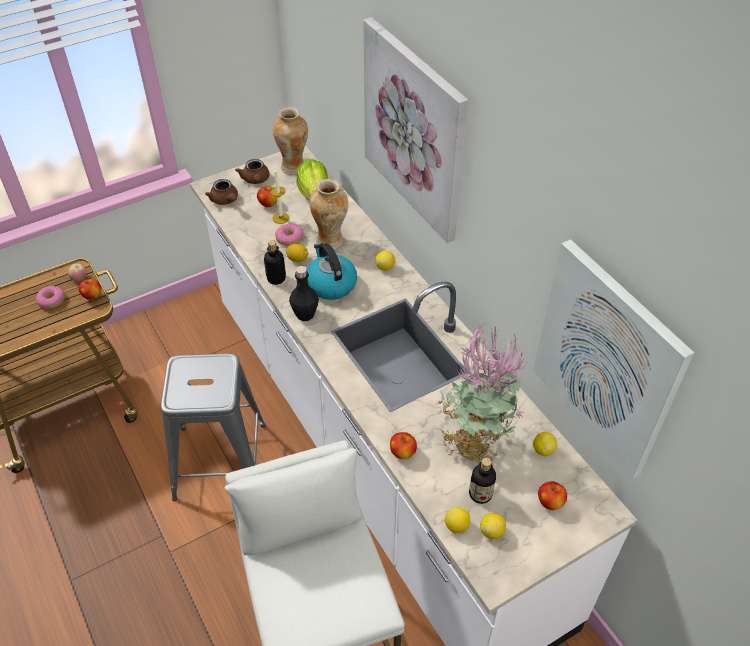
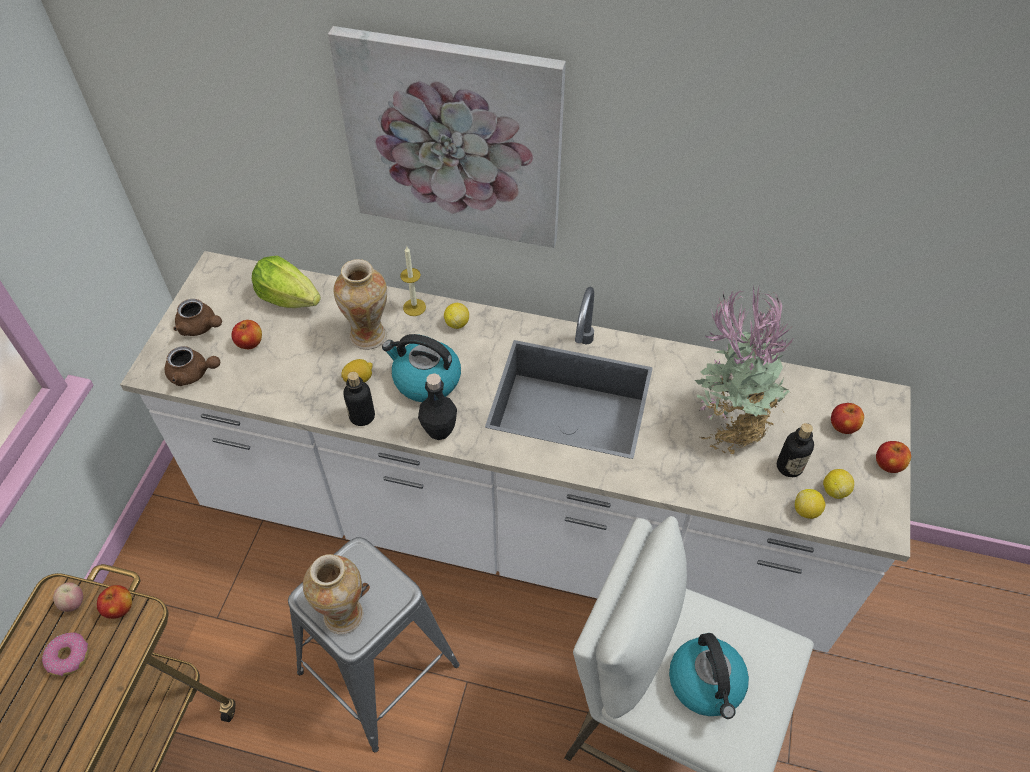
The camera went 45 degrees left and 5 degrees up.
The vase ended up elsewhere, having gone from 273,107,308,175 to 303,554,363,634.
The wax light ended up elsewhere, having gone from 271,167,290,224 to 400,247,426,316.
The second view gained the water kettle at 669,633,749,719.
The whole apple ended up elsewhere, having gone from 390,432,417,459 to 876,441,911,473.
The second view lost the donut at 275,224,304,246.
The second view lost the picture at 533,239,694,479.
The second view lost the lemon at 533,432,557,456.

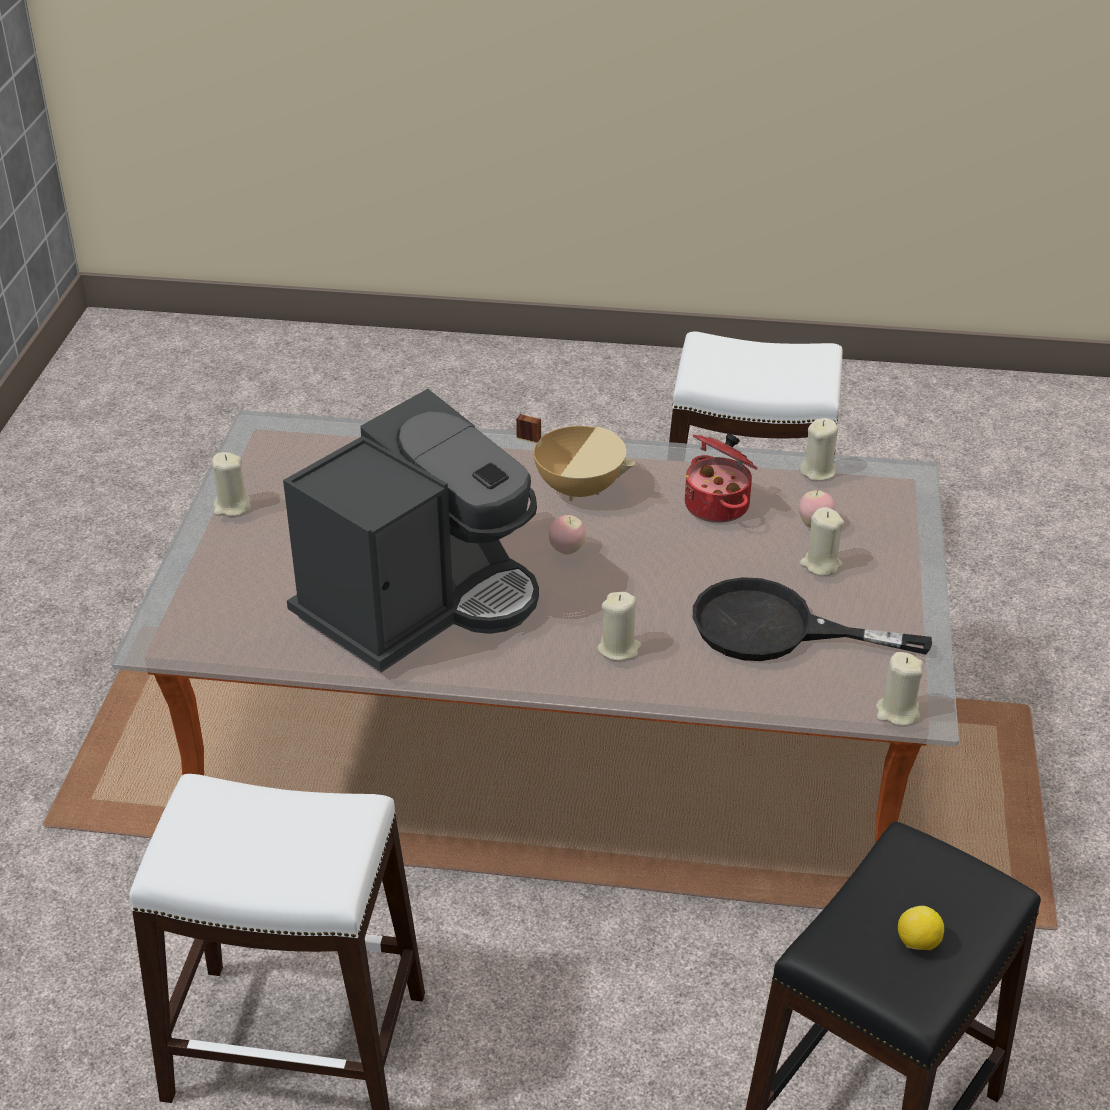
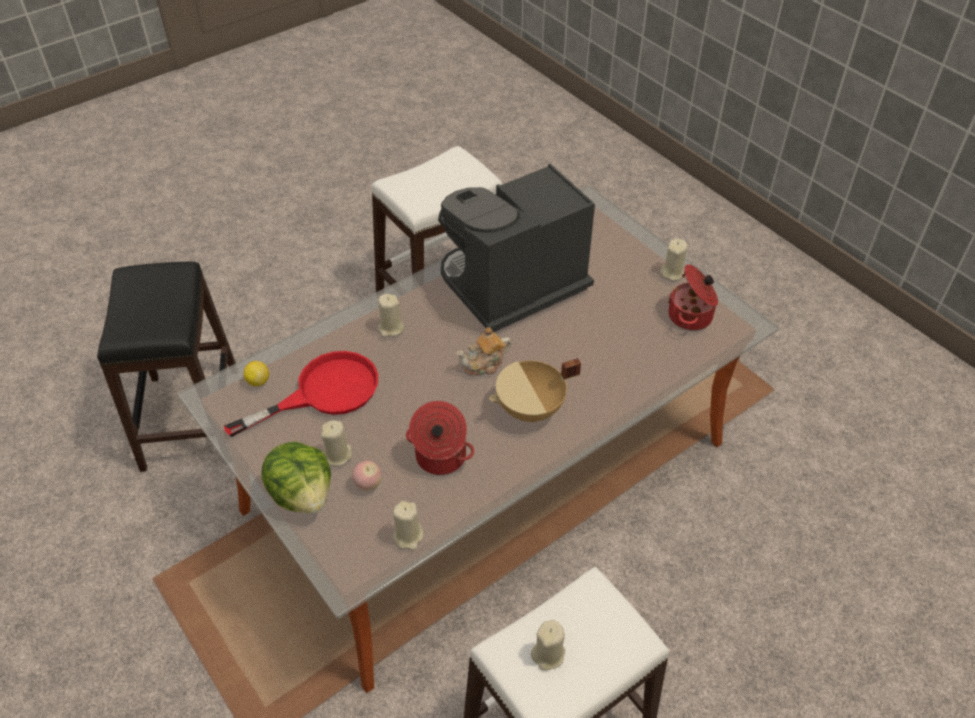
The camera went 135 degrees right and 10 degrees up.
What was the black frying pan at 693,577,932,661 turned into the red frying pan at 224,351,378,437.
The lemon ended up elsewhere, having gone from 898,906,944,950 to 244,361,269,386.
The second view gained the lettuce at 262,441,331,513.
The coffee machine at 283,389,539,673 ended up facing another way, 60 degrees clockwise from before.
Where the whole apple stood at 548,515,586,554, the pot for tea came to stand at 456,327,511,375.
The beige wax light ended up elsewhere, having gone from 876,652,923,726 to 531,620,565,670.
The second view gained the saucepot at 668,264,718,331.

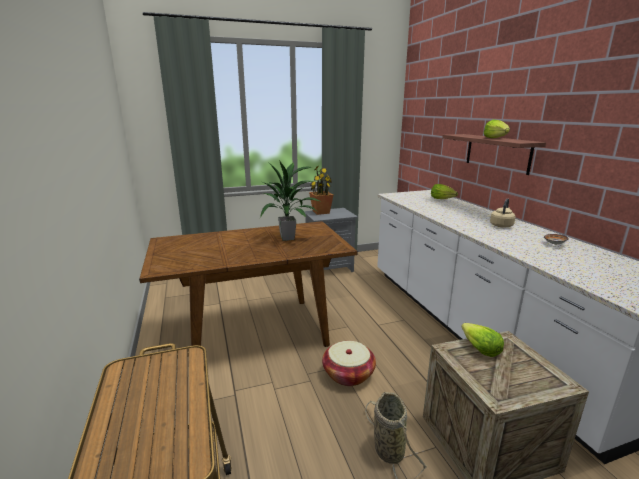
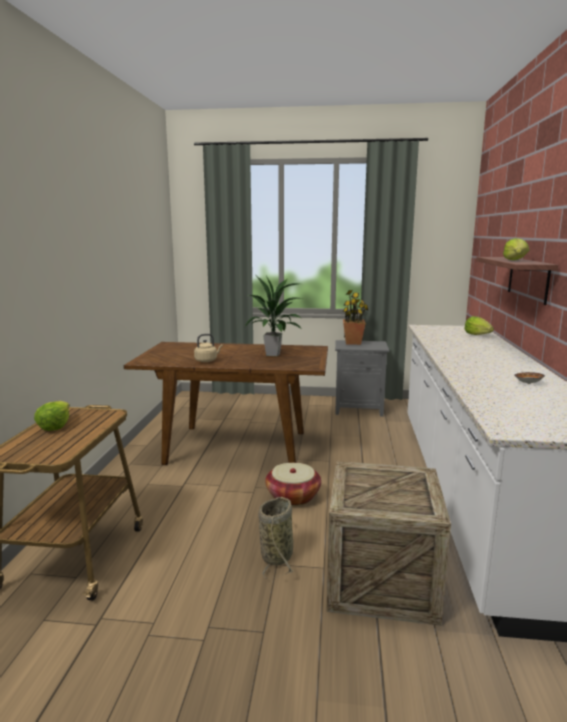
The camera went 25 degrees right and 5 degrees down.
The lettuce ended up elsewhere, having gone from 461,323,504,357 to 34,401,70,431.
The beige water kettle ended up elsewhere, having gone from 490,199,516,228 to 194,334,223,362.

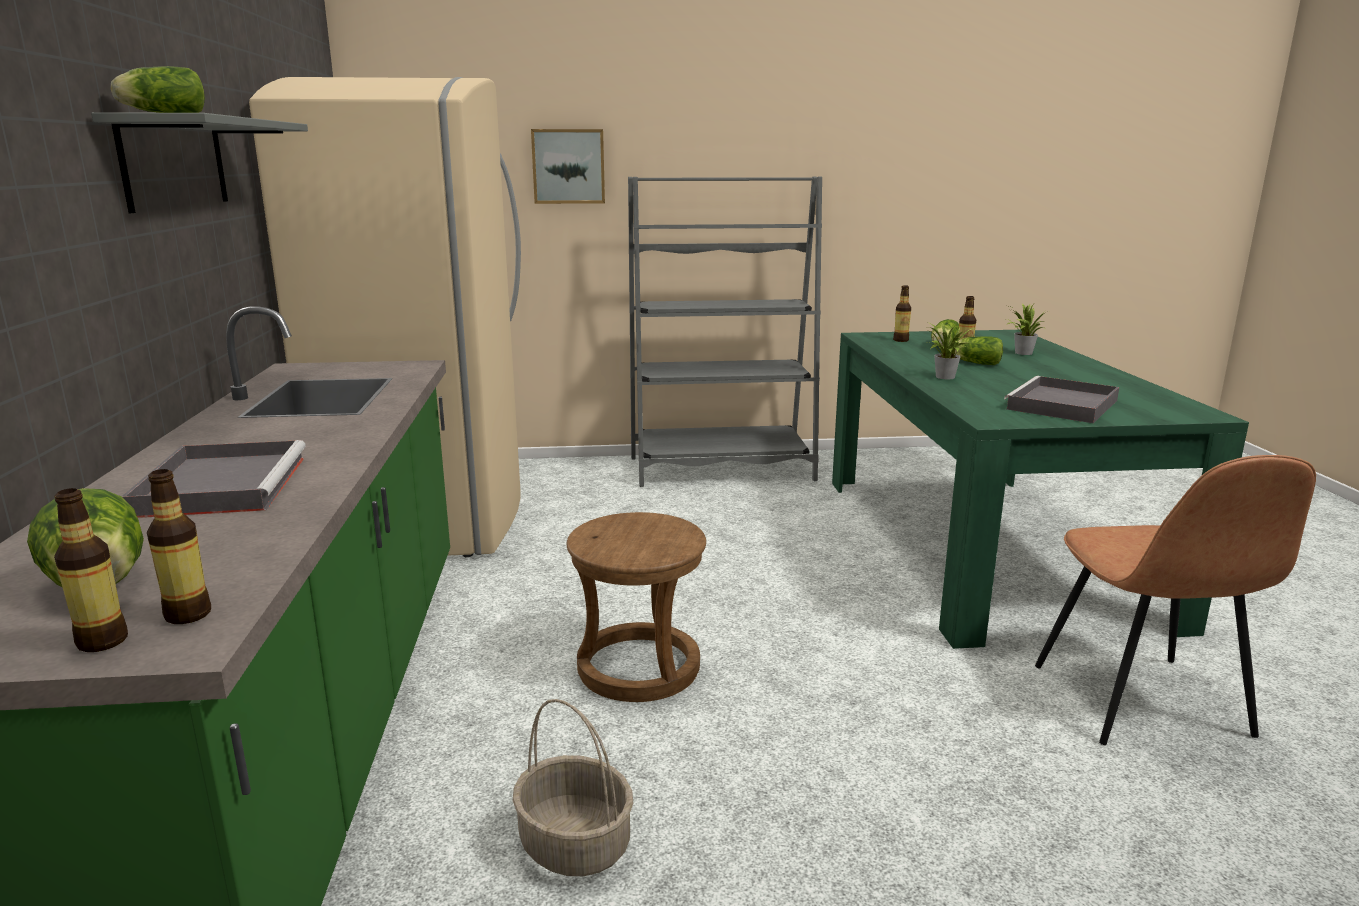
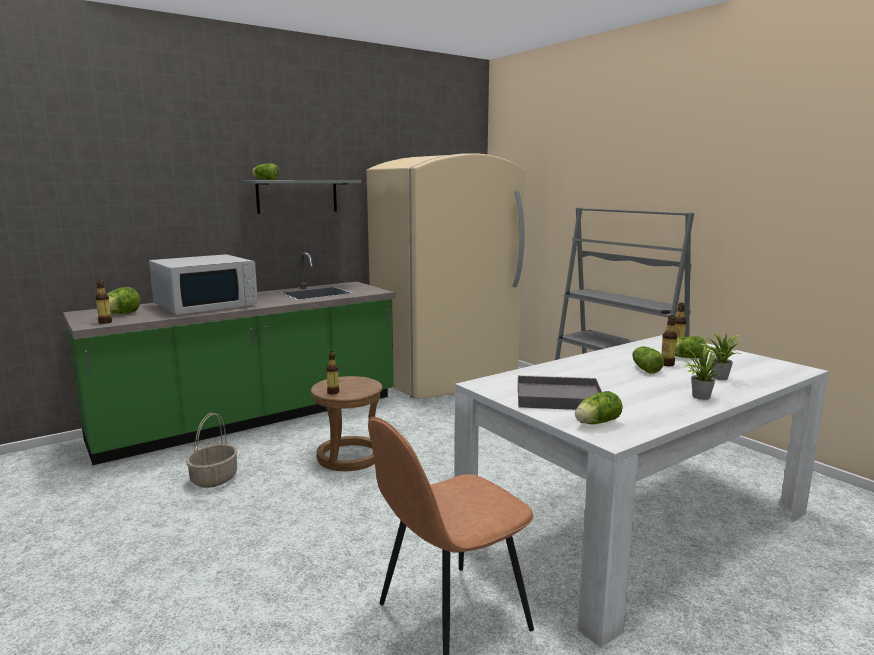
The camera went 60 degrees right and 5 degrees down.
Where the gray tray stood at 121,440,306,518, the whitish microwave oven came to stand at 149,254,258,315.
The beverage bottle ended up elsewhere, having gone from 54,488,128,652 to 326,351,339,394.
What was the greenish kitchen table at 832,330,1249,649 turned into the whitish kitchen table at 455,335,829,648.
The second view gained the lettuce at 575,391,623,424.
The houseplant ended up elsewhere, having gone from 927,321,974,379 to 684,346,724,400.
The second view lost the picture at 531,129,605,204.

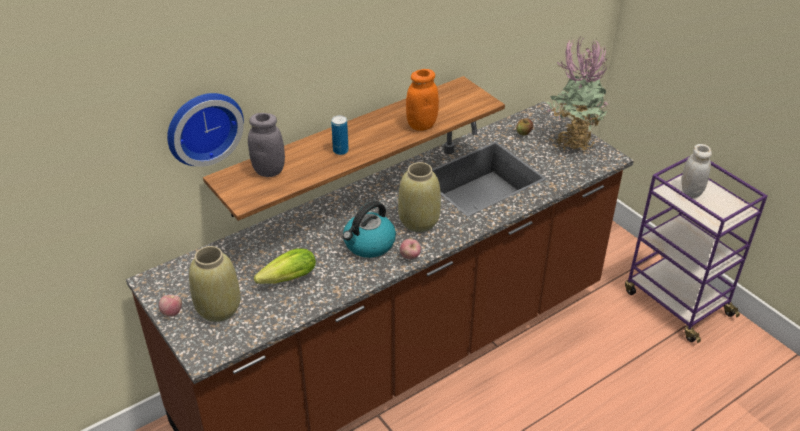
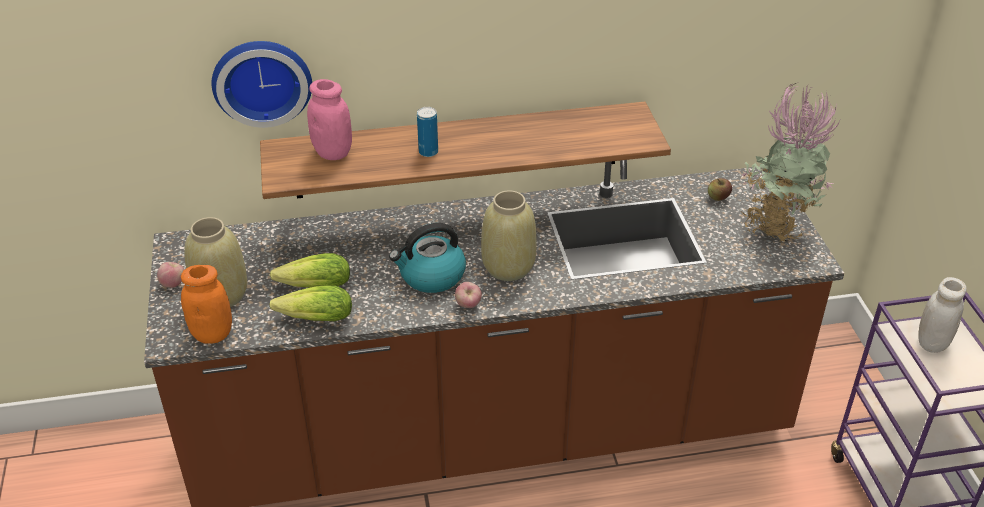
The camera went 25 degrees right and 0 degrees up.
The orange jar ended up elsewhere, having gone from 406,69,439,131 to 181,265,232,344.
The second view gained the lettuce at 269,285,352,321.
What was the gray jar at 248,113,285,177 turned into the pinkish jar at 307,79,352,160.

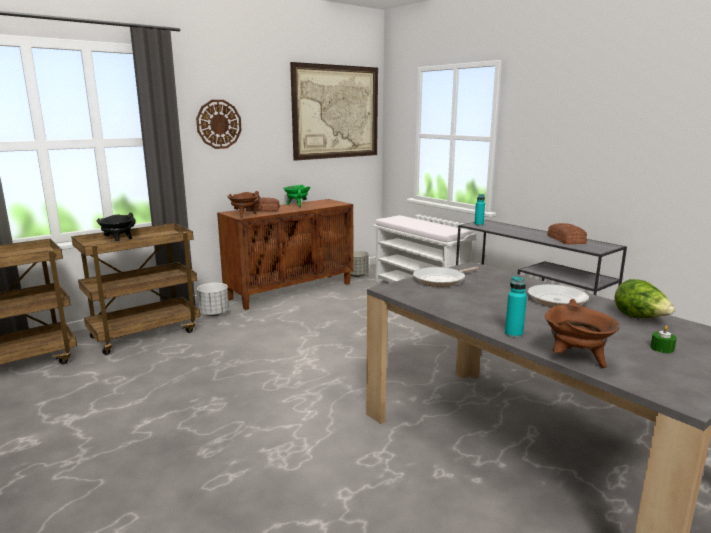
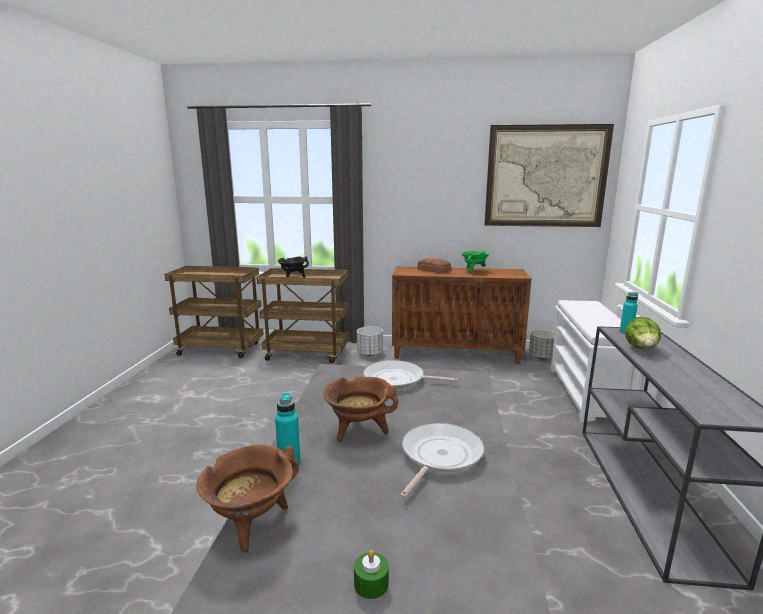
The camera went 45 degrees right and 0 degrees up.
The brown saucepot ended up elsewhere, having gone from 227,191,260,218 to 323,377,398,442.
The lettuce ended up elsewhere, having gone from 615,279,675,318 to 625,317,661,349.
The second view lost the wall clock at 196,100,242,149.
The second view lost the baked bread at 547,223,587,244.

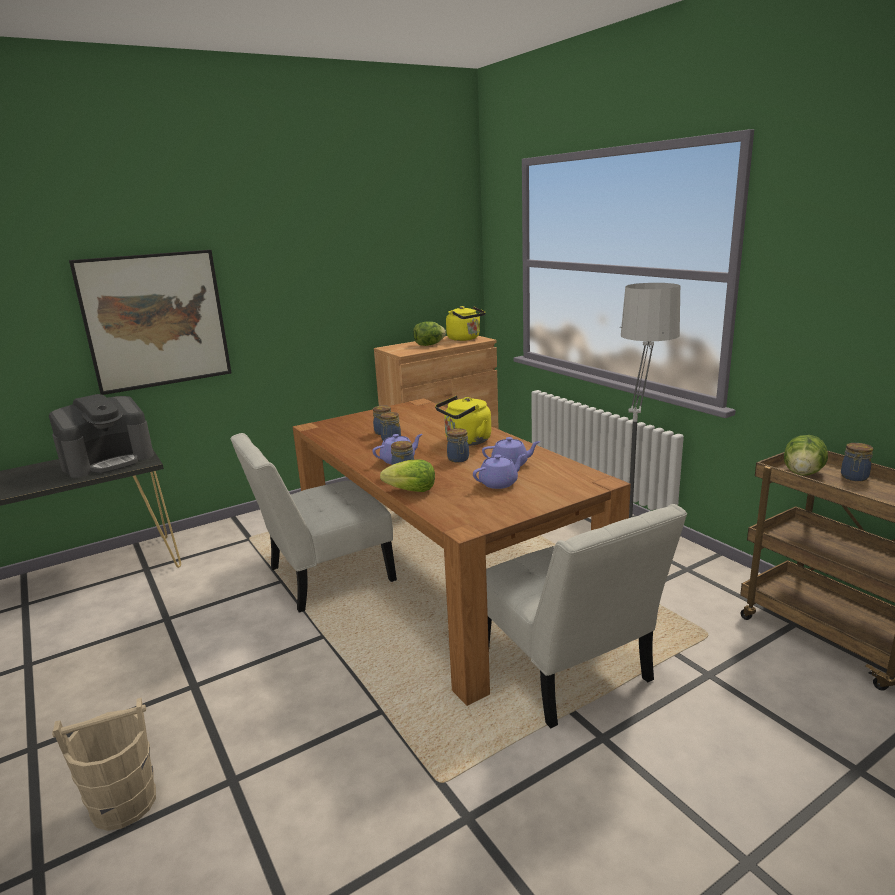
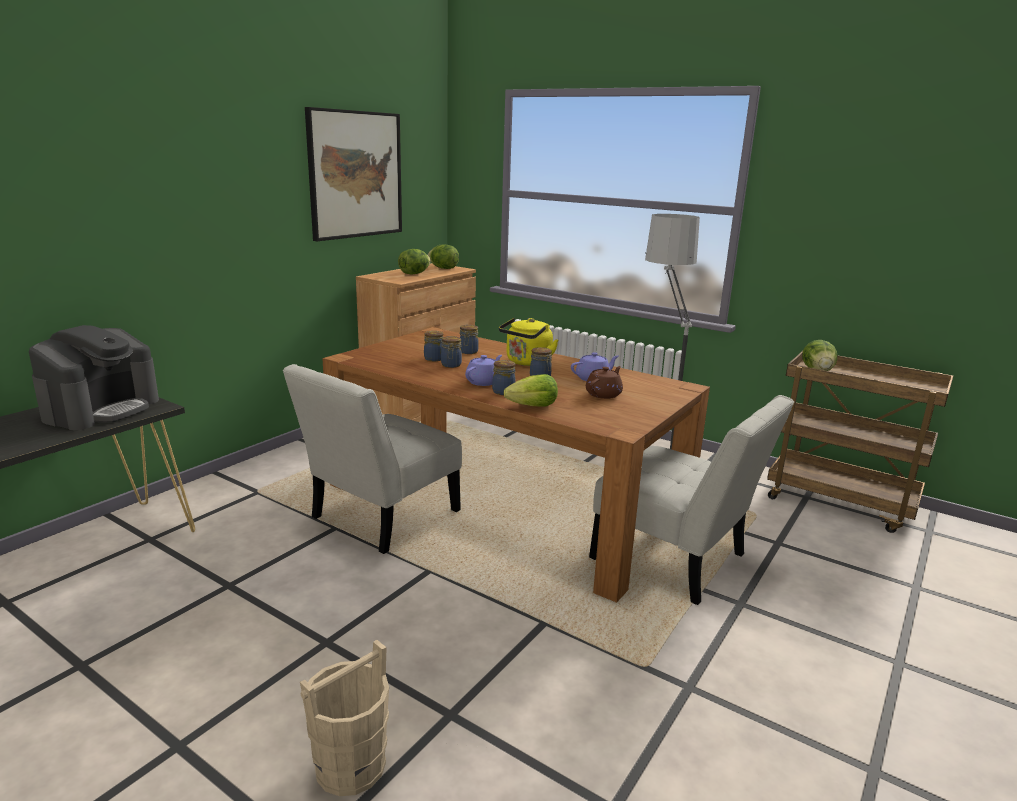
The camera went 25 degrees left and 0 degrees up.
The picture ended up elsewhere, having gone from 69,250,232,395 to 305,107,402,241.
Where the yellow-coloured water kettle stood at 446,306,486,341, the lettuce came to stand at 428,245,459,269.
The jar ended up elsewhere, having gone from 841,443,873,481 to 460,325,479,354.
What was the purple-coloured pot for tea at 473,454,525,489 turned into the brown pot for tea at 586,366,623,399.

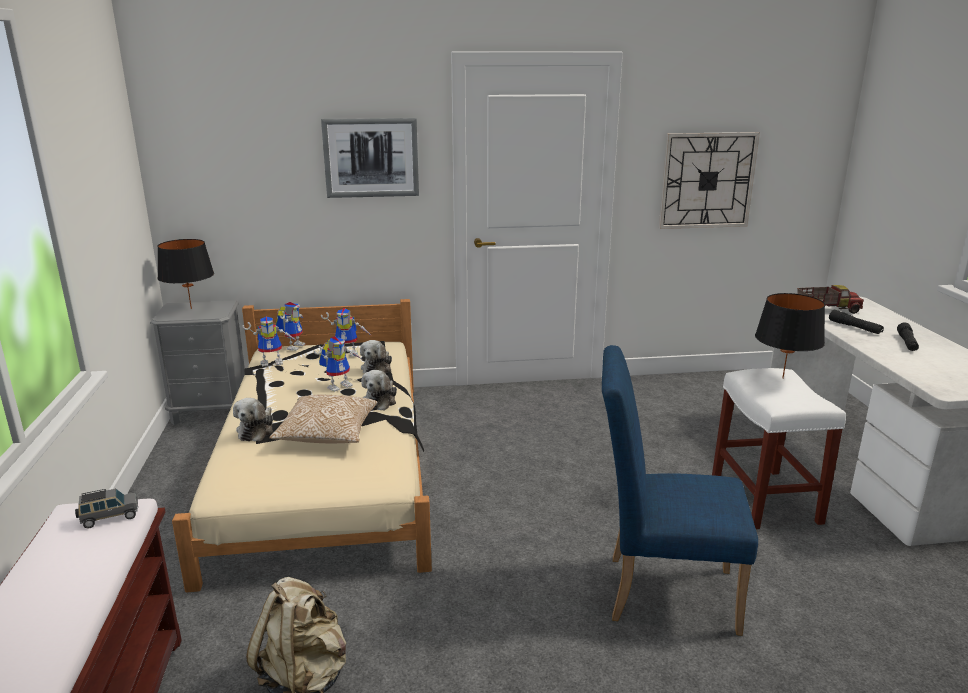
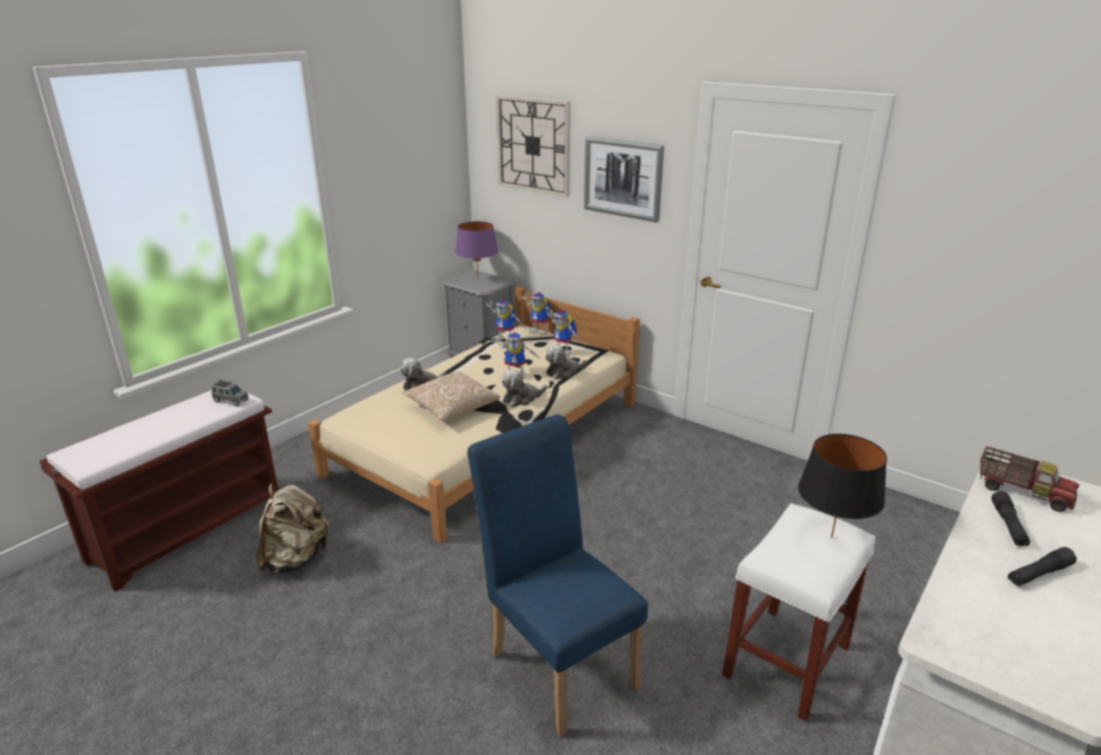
The camera went 45 degrees right and 5 degrees up.
What was the black tabletop lamp at 157,239,214,309 turned into the purple-coloured tabletop lamp at 455,221,498,277.
The wall clock ended up elsewhere, having gone from 659,132,760,229 to 496,95,570,197.
The toy robot at 276,302,305,351 ended up facing another way, 60 degrees clockwise from before.

